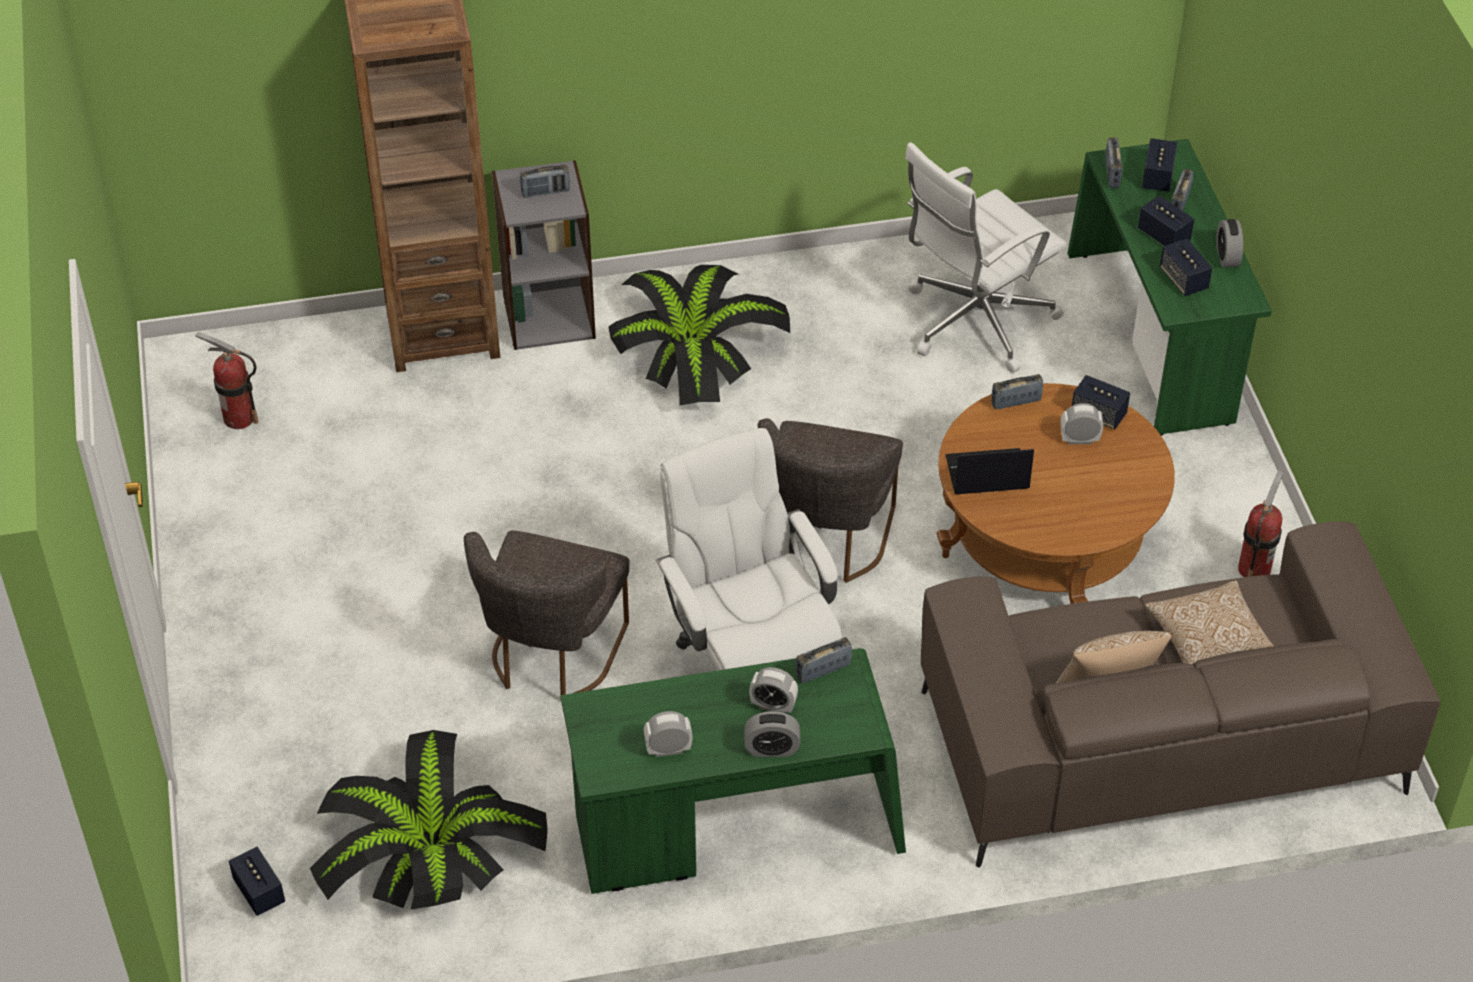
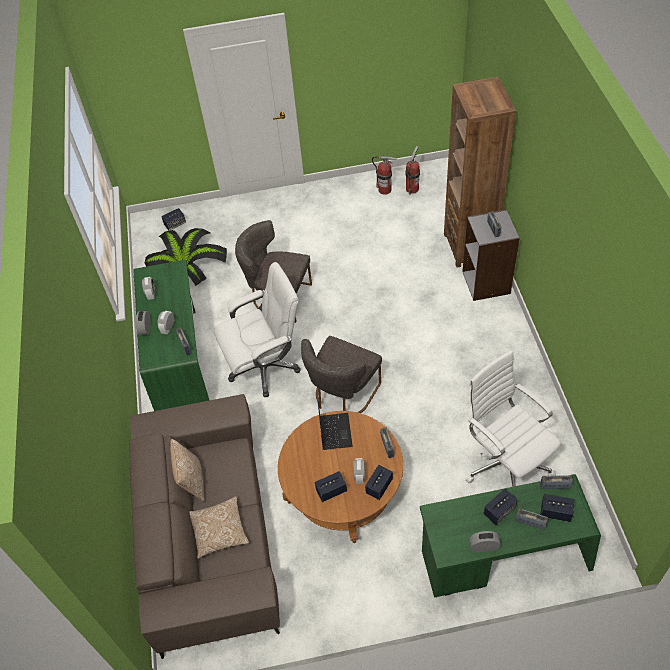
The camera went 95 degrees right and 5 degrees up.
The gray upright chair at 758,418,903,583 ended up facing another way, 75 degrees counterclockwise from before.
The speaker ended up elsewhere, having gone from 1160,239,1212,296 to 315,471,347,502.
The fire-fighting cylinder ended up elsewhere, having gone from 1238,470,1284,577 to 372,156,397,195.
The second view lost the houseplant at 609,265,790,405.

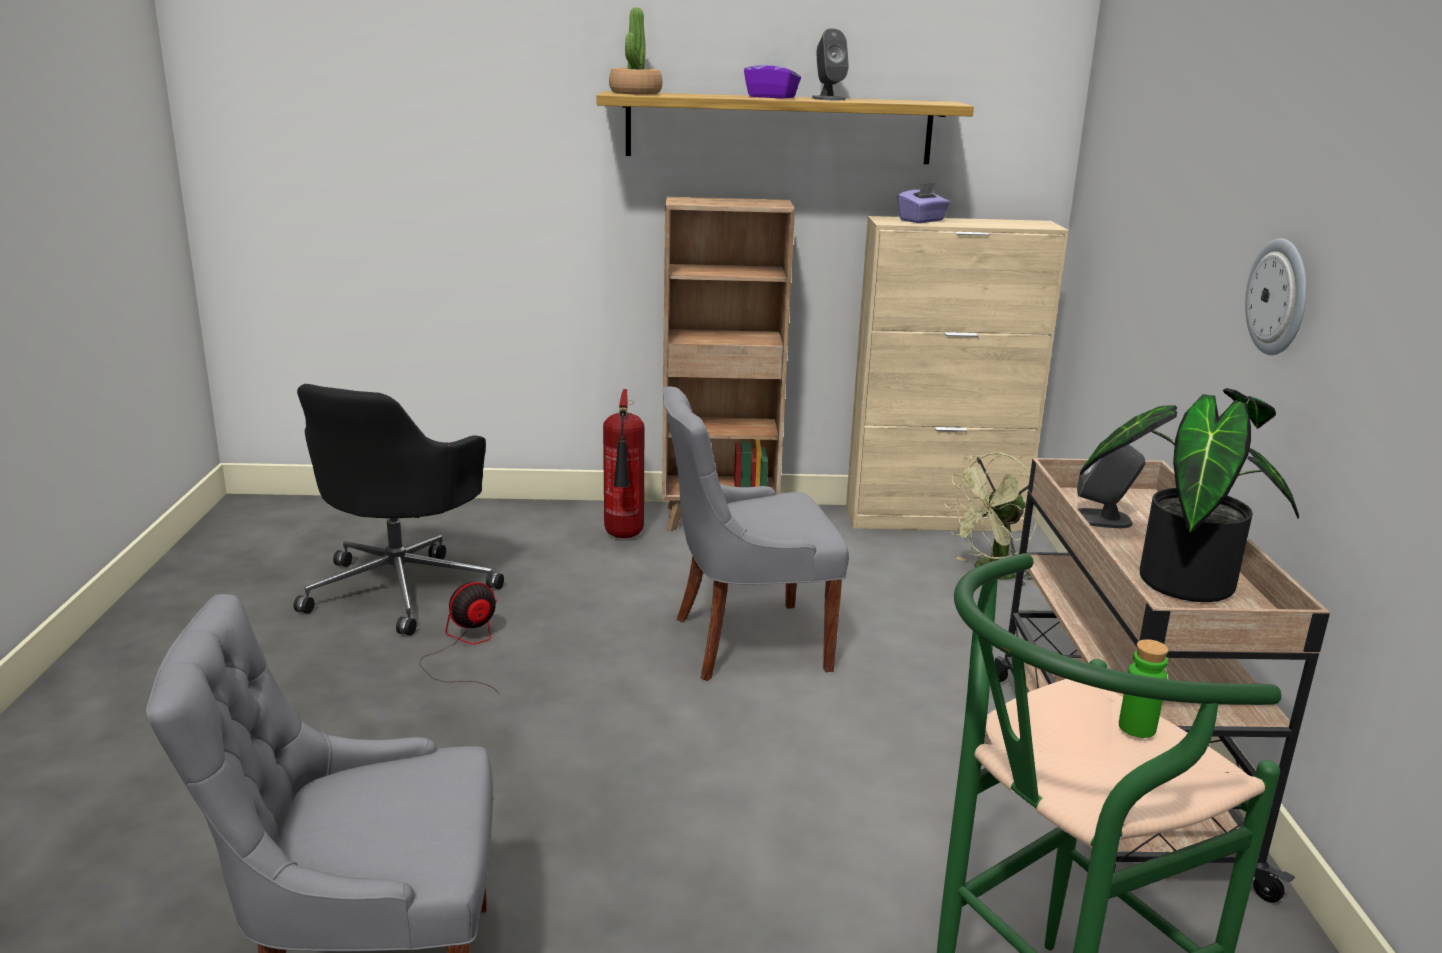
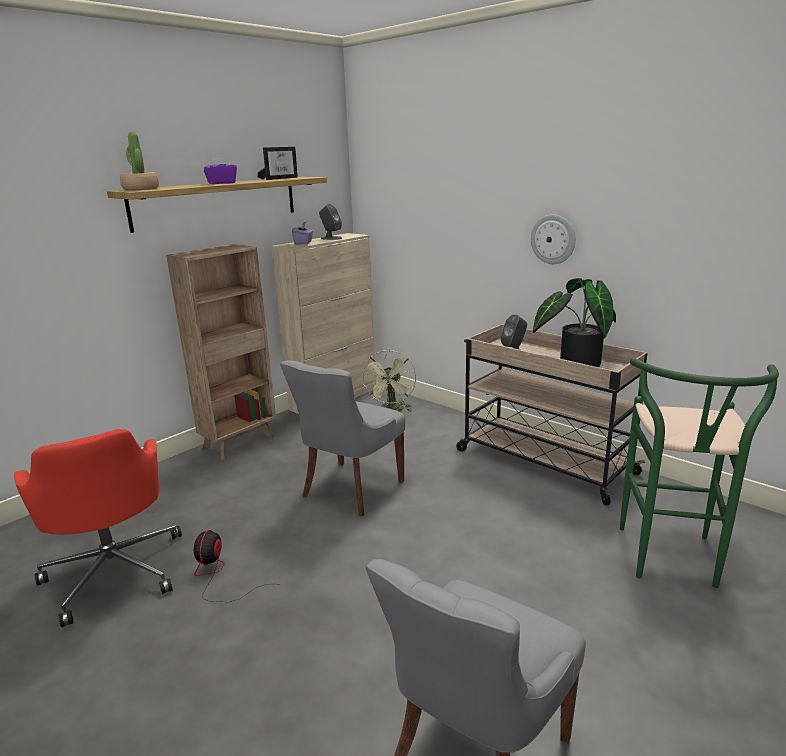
The camera went 45 degrees left and 0 degrees up.
What was the black desk chair at 294,384,504,636 turned into the red desk chair at 14,429,182,627.
The second view gained the standing frame at 258,147,298,180.
The gray speaker ended up elsewhere, having gone from 812,28,849,101 to 319,204,342,240.
The second view lost the fire-fighting cylinder at 603,389,644,538.
The second view lost the greenish beverage bottle at 1119,639,1169,738.

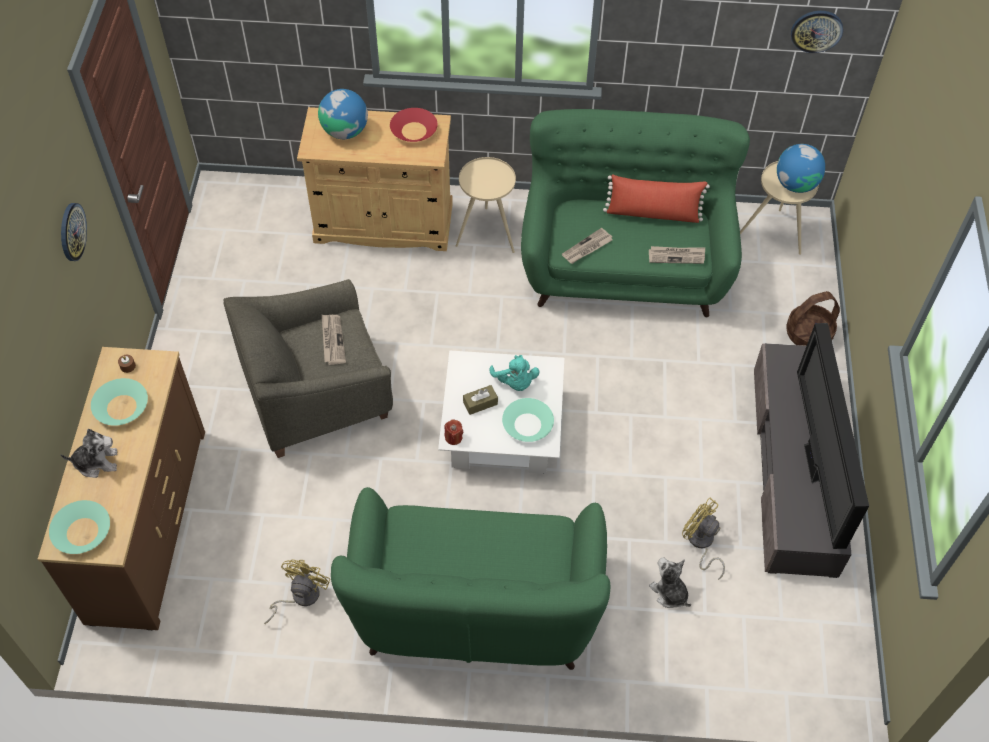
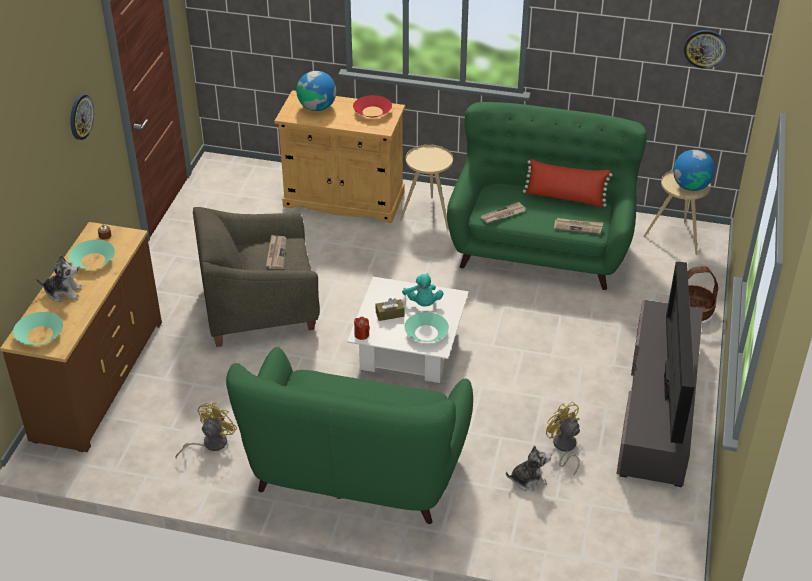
The camera went 10 degrees right and 15 degrees down.
The cuddly toy at 649,557,691,608 ended up facing another way, 105 degrees clockwise from before.

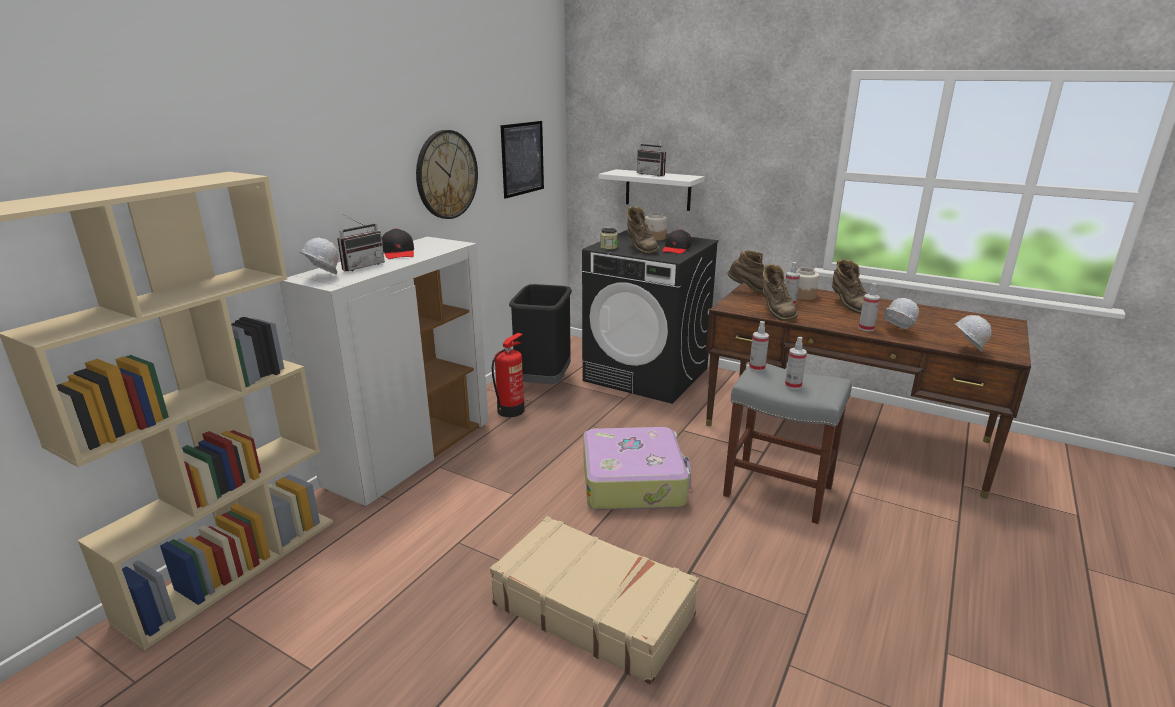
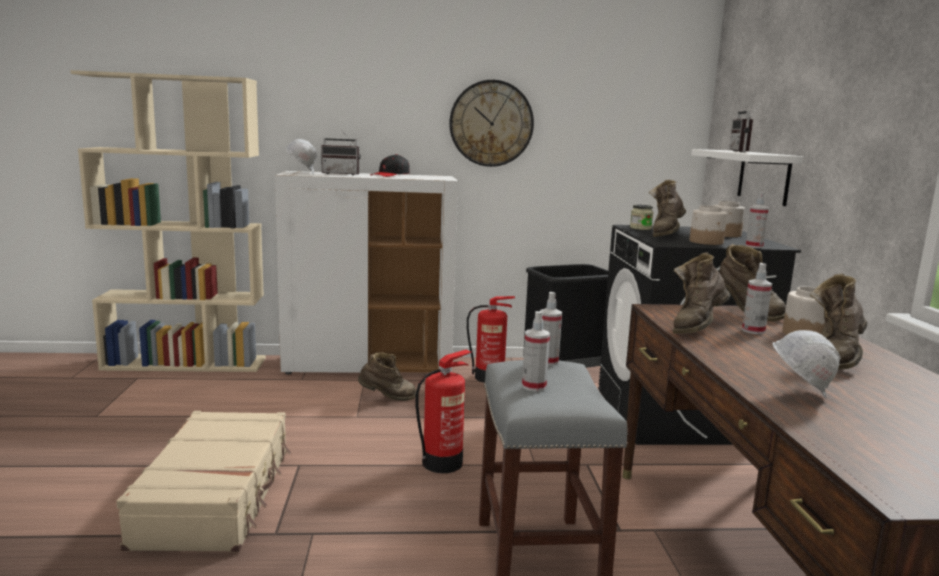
The camera went 55 degrees right and 10 degrees down.
The second view gained the brown tall boot at 358,352,416,401.
Where the travel case stood at 583,427,691,510, the fire-fighting cylinder came to stand at 415,350,472,473.
Where the black baseball cap stood at 662,229,691,254, the jar came to stand at 690,205,727,245.
The hand sprayer ended up elsewhere, having gone from 859,283,880,331 to 746,192,769,248.
The second view lost the picture at 501,121,544,199.
The second view lost the whitish work helmet at 954,315,992,352.

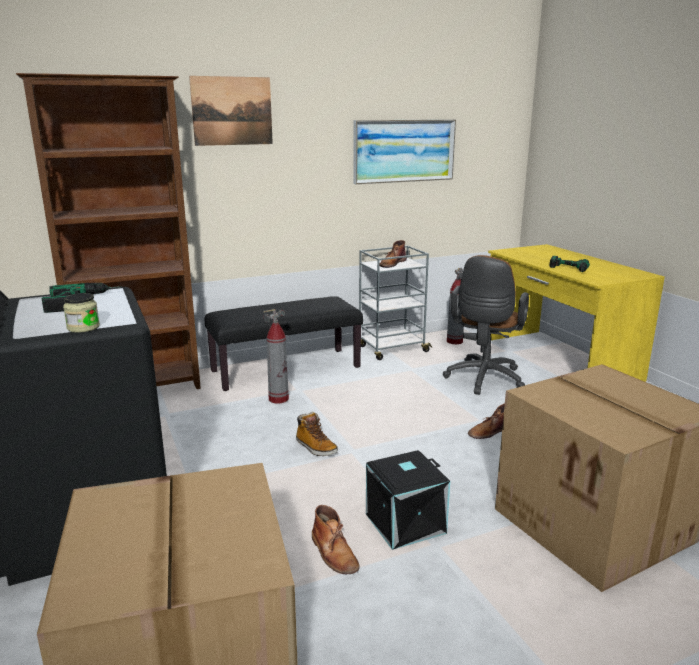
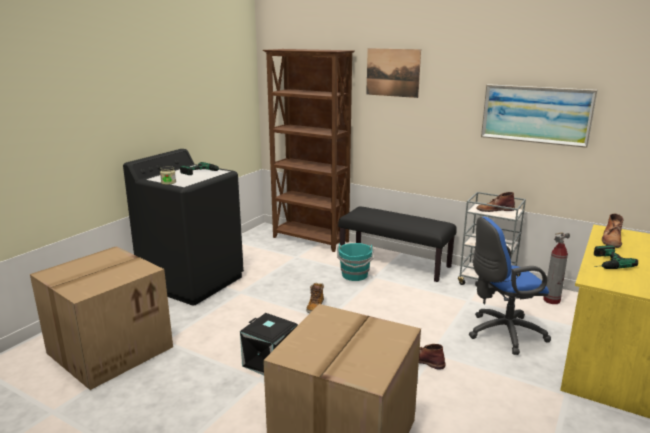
The camera went 55 degrees right and 0 degrees up.
Where the fire-fighting cylinder stood at 263,309,289,404, the turquoise-coloured bucket came to stand at 337,243,374,281.
What was the brown desk chair at 443,255,529,395 turned into the bluish desk chair at 469,217,551,355.
The brown tall boot ended up elsewhere, having gone from 312,505,359,574 to 602,214,623,248.

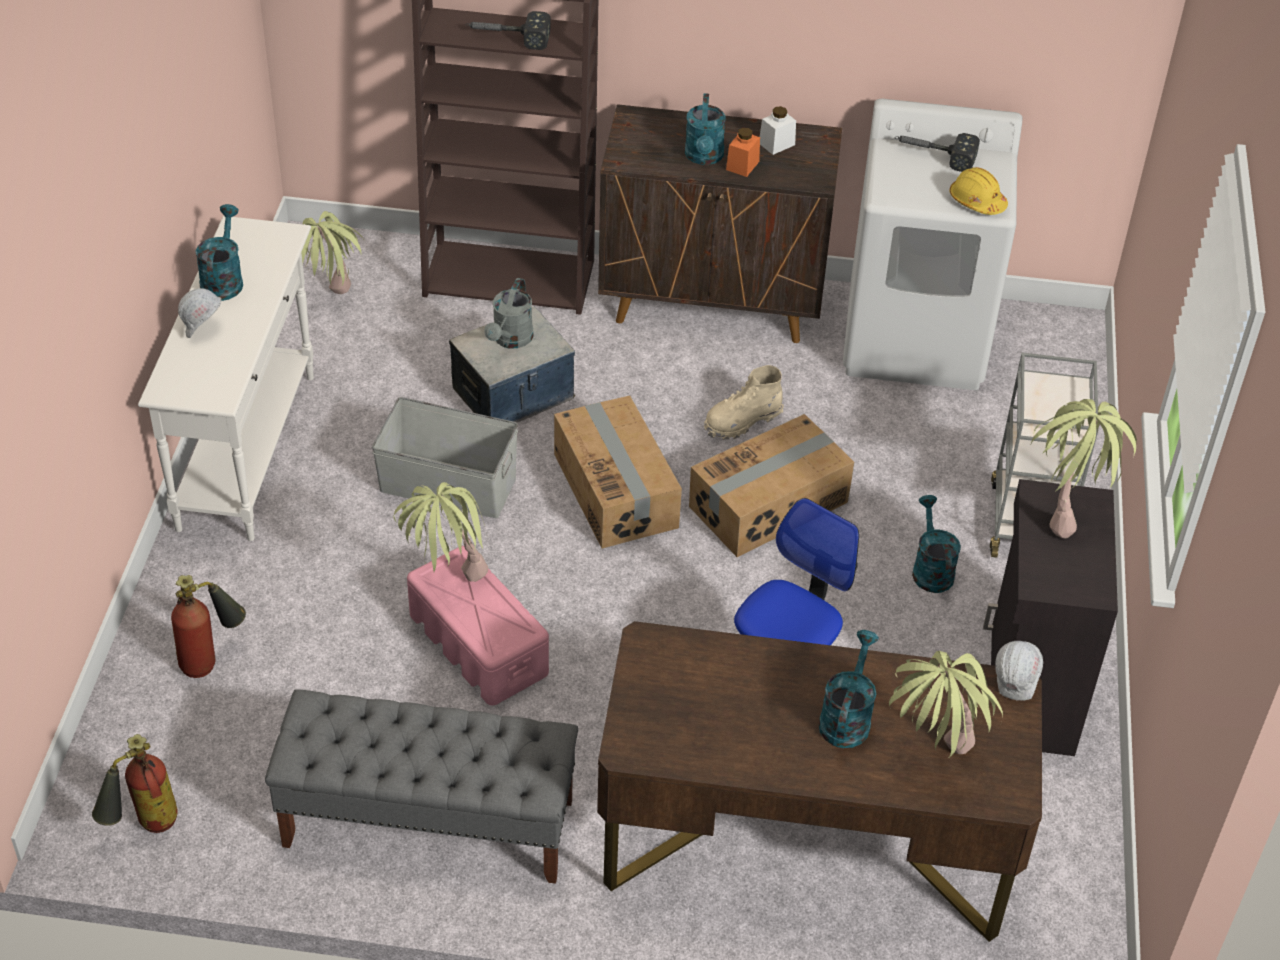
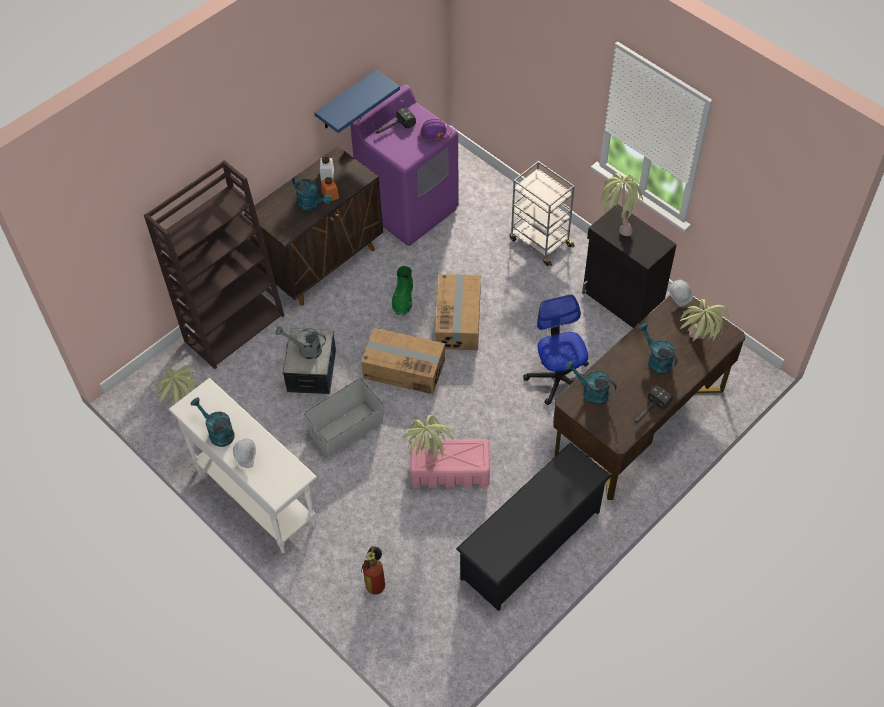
The camera went 50 degrees left and 10 degrees up.
The gray watering pot at 484,278,534,349 ended up facing another way, 135 degrees clockwise from before.
The second view gained the bluish bracket shelf at 314,70,400,133.
What was the whitish laundry machine at 843,99,1022,390 turned into the purple-coloured laundry machine at 350,84,459,246.
What was the beige tall boot at 704,365,784,440 turned into the greenish tall boot at 392,266,413,316.
What was the yellow-coloured work helmet at 949,167,1008,215 turned into the purple-coloured work helmet at 420,119,452,140.
Where the gray indoor bench stood at 265,689,578,884, the black shoe rack came to stand at 456,443,611,611.
The turquoise-coloured watering pot ended up elsewhere, having gone from 912,495,961,593 to 565,361,617,405.
The tool hammer ended up elsewhere, having gone from 465,11,551,50 to 633,385,673,425.
The second view lost the fire-fighting cylinder at 92,734,178,833.

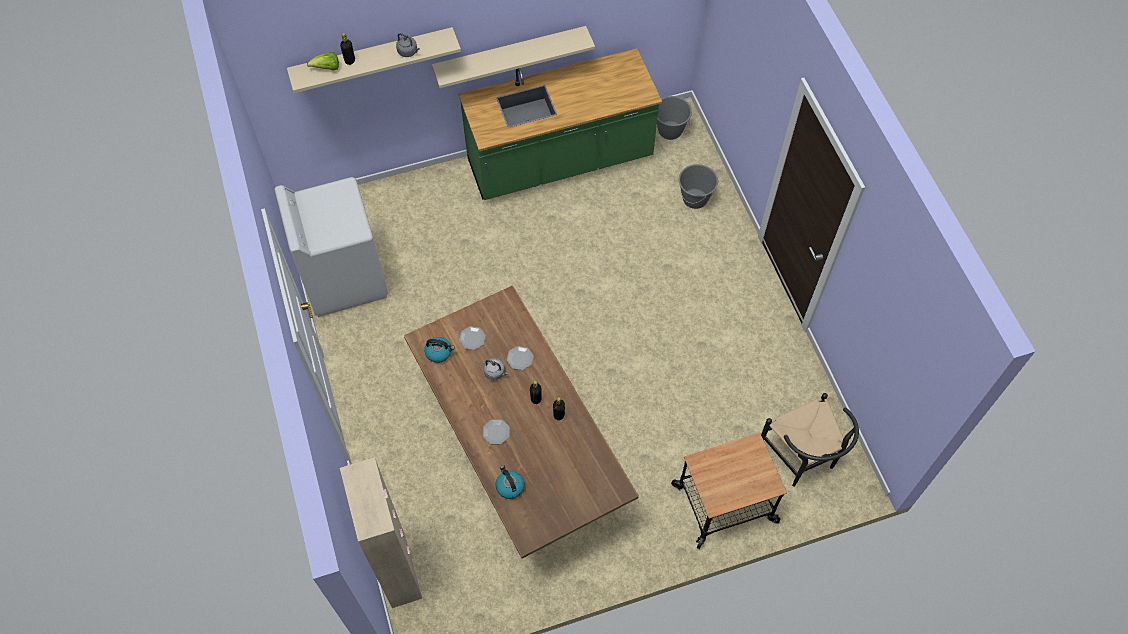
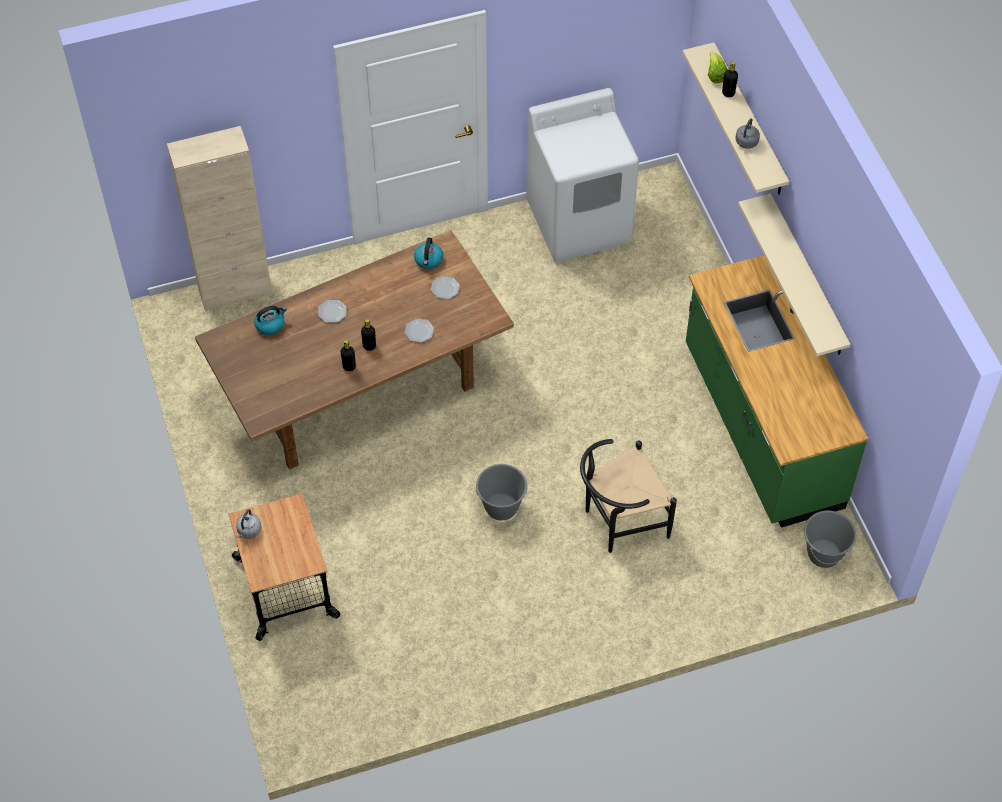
The camera went 90 degrees right and 5 degrees down.
The gray water kettle ended up elsewhere, having gone from 483,358,509,380 to 236,509,261,539.
The gray bucket ended up elsewhere, having gone from 679,164,718,209 to 475,464,527,520.
The black upright chair ended up elsewhere, having gone from 761,393,859,487 to 580,439,677,553.

